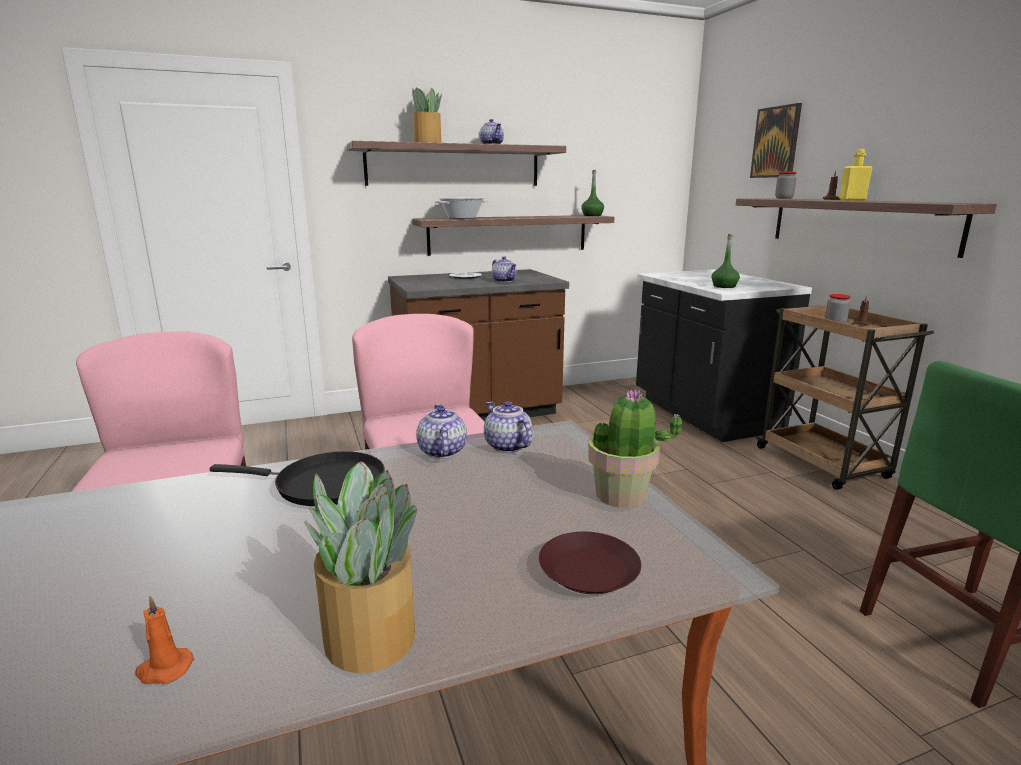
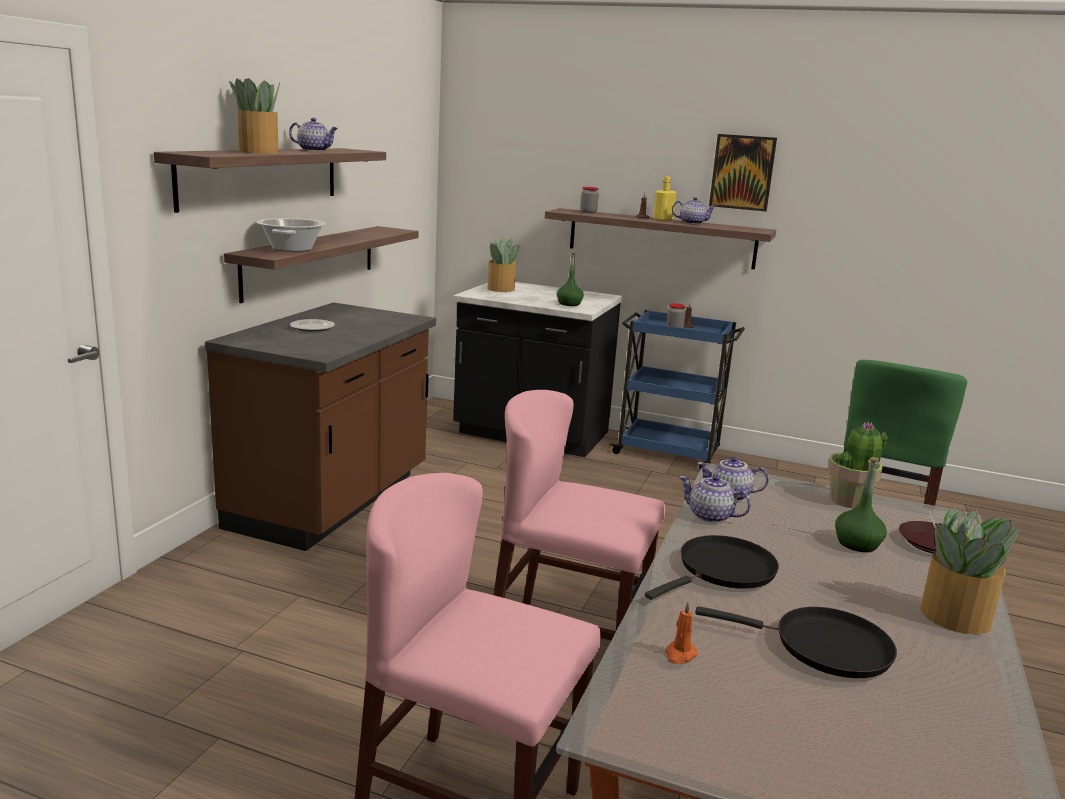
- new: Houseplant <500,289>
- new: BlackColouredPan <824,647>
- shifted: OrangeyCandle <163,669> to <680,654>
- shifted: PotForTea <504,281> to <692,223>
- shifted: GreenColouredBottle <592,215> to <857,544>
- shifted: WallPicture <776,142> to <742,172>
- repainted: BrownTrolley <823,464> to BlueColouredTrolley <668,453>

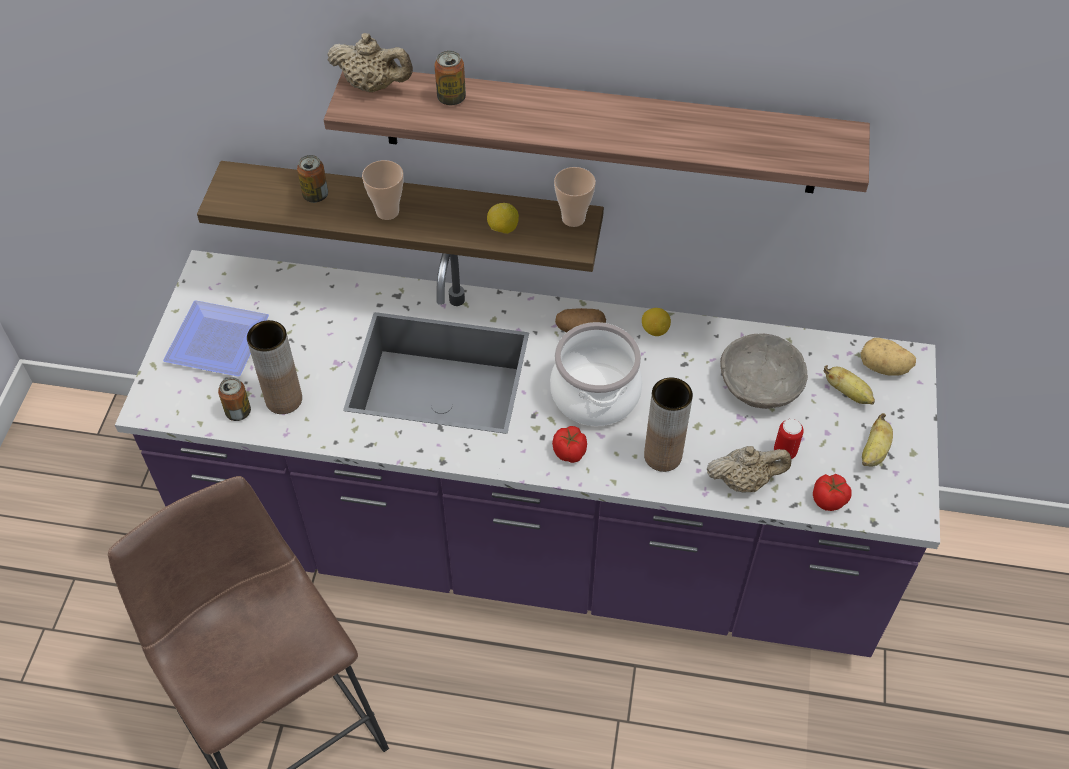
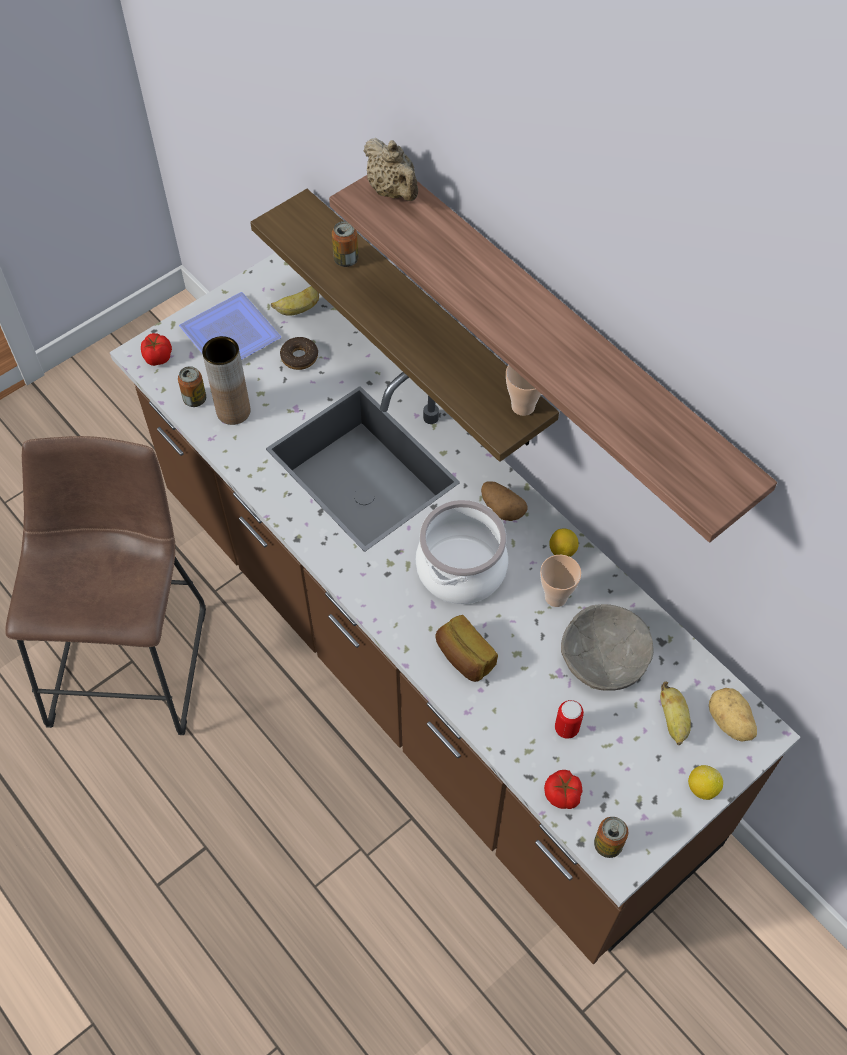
- gone: SandColouredPotForTea <744,481>
- new: Donut <299,357>
- shifted: DrinkingCup <387,211> to <556,597>
- shifted: Can <451,98> to <608,844>
- shifted: Lemon <503,229> to <702,788>
- shifted: Tomato <570,452> to <157,358>
- shifted: Banana <874,452> to <298,310>
- swapped: BrownFlowerVase <662,456> to Bread <464,657>
- repainted: PurplishCounter <534,544> to BrownCounter <423,665>

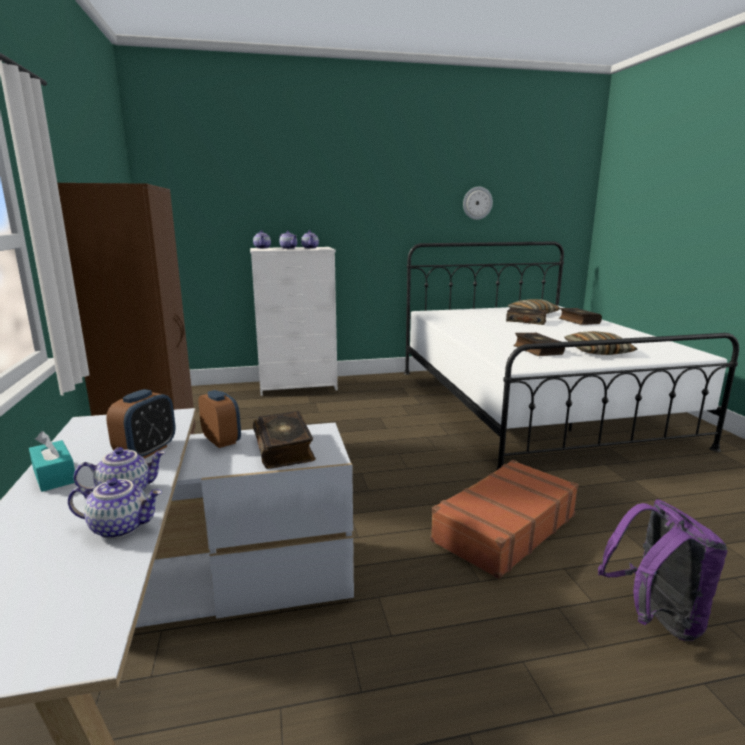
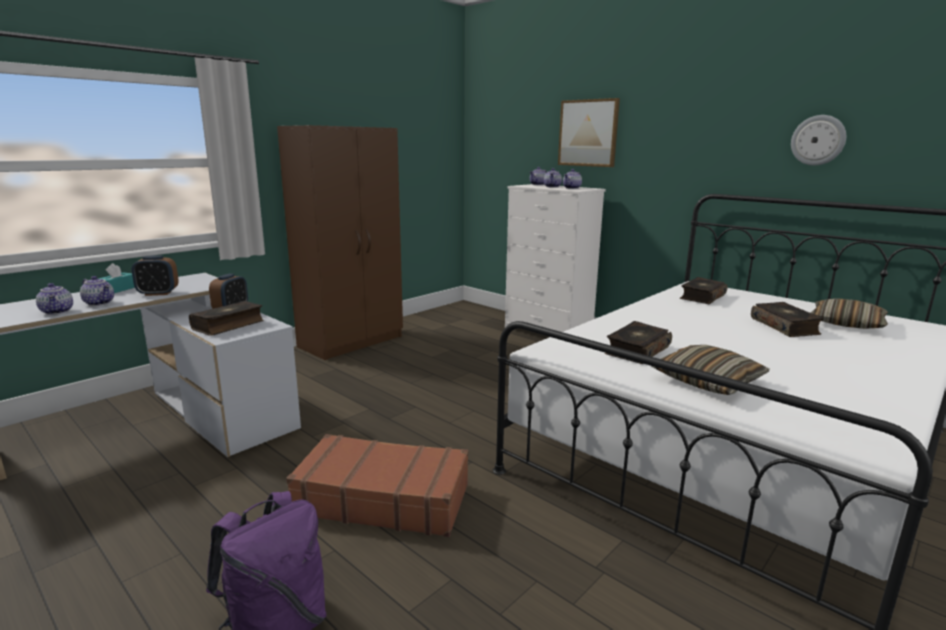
- new: WallPicture <588,133>
- shifted: BoundBook <578,321> to <701,297>

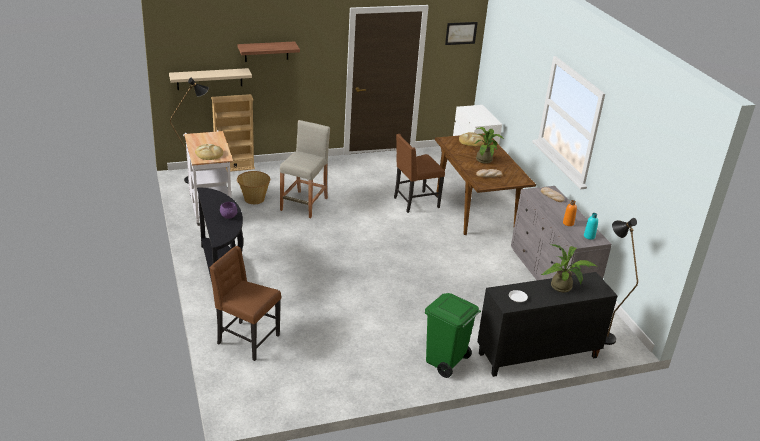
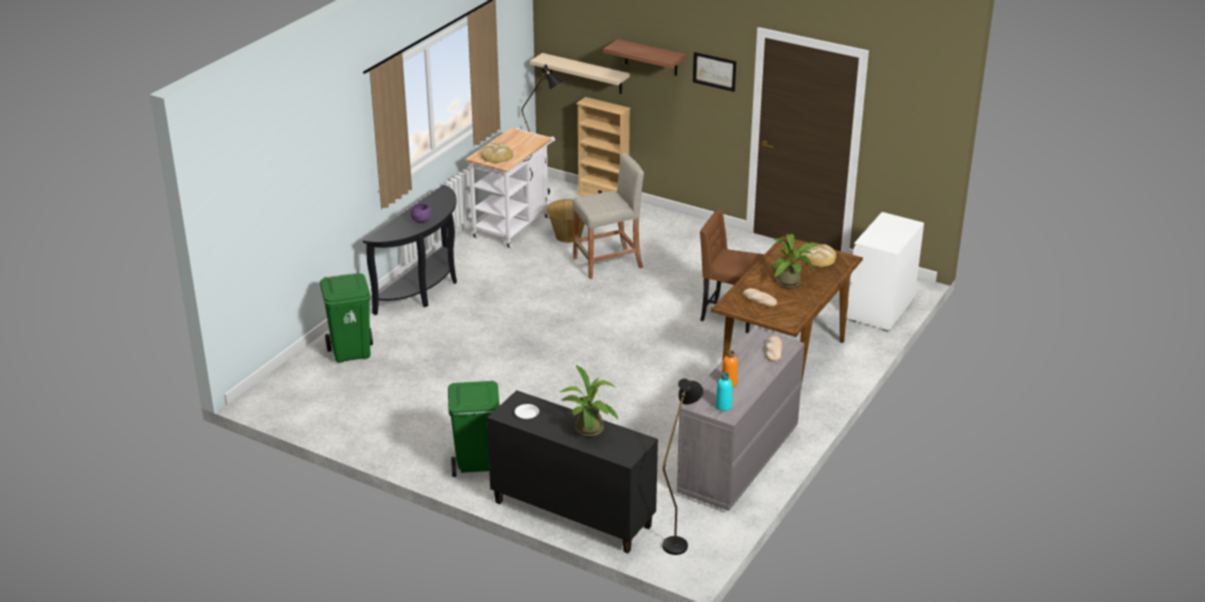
- shifted: WallPicture <461,33> to <714,71>
- swapped: BrownPlainChair <246,340> to GreenColouredWasteBin <351,352>

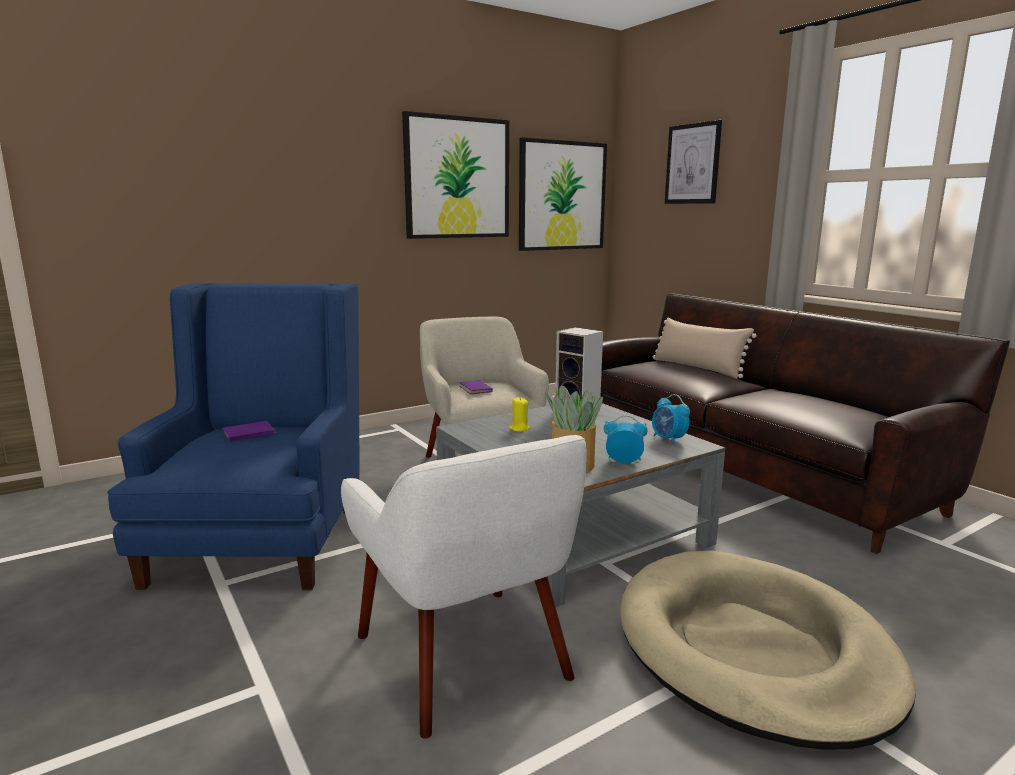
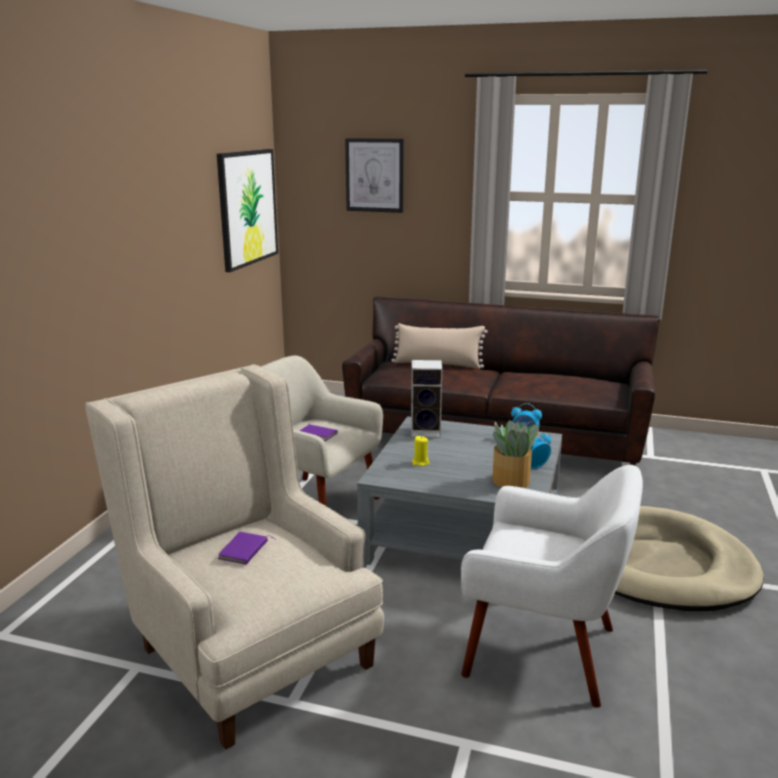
- gone: WallPicture <457,178>
- repainted: BlueColouredLoungeChair <264,535> to SandColouredLoungeChair <246,647>

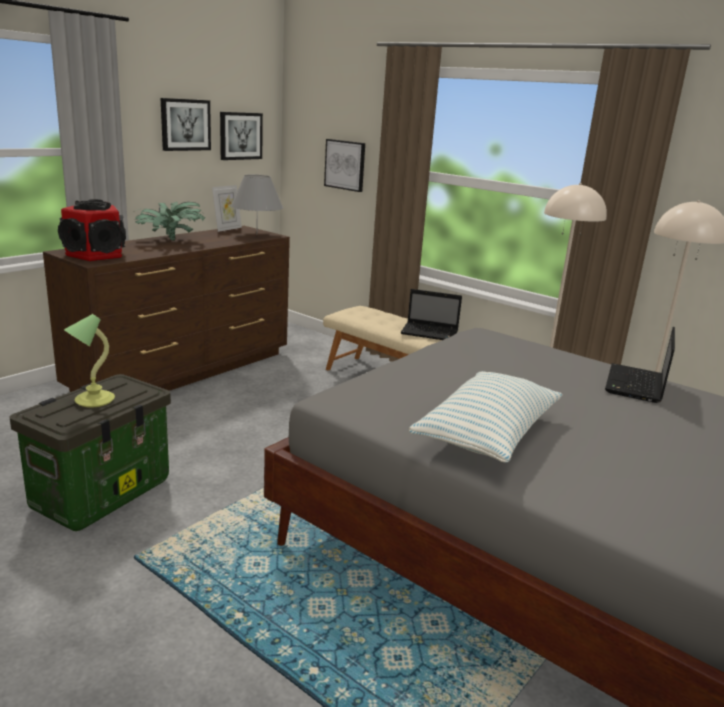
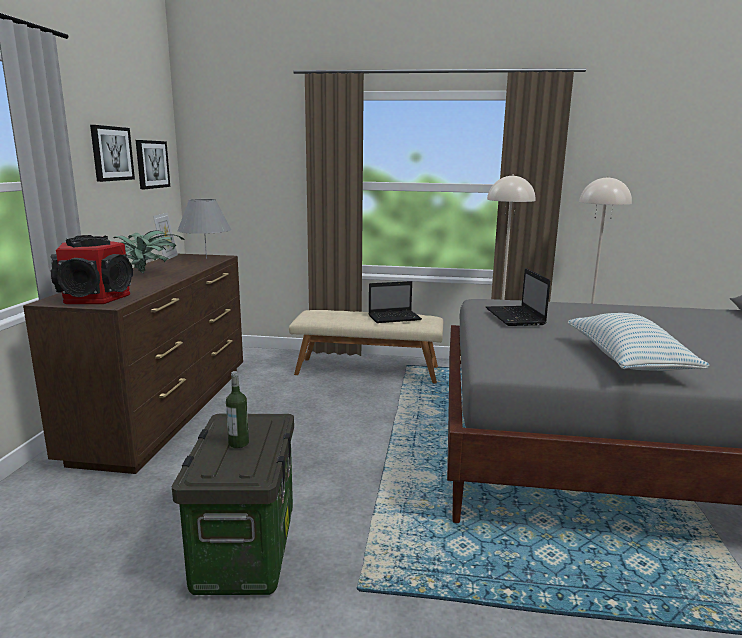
- gone: WallPicture <345,165>
- shifted: Laptop <635,385> to <515,317>
- swapped: TabletopLamp <93,400> to Bottle <238,443>

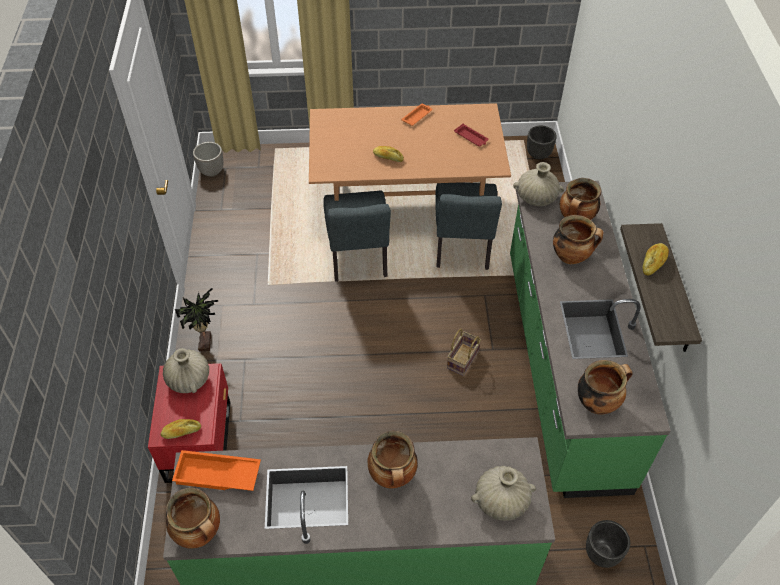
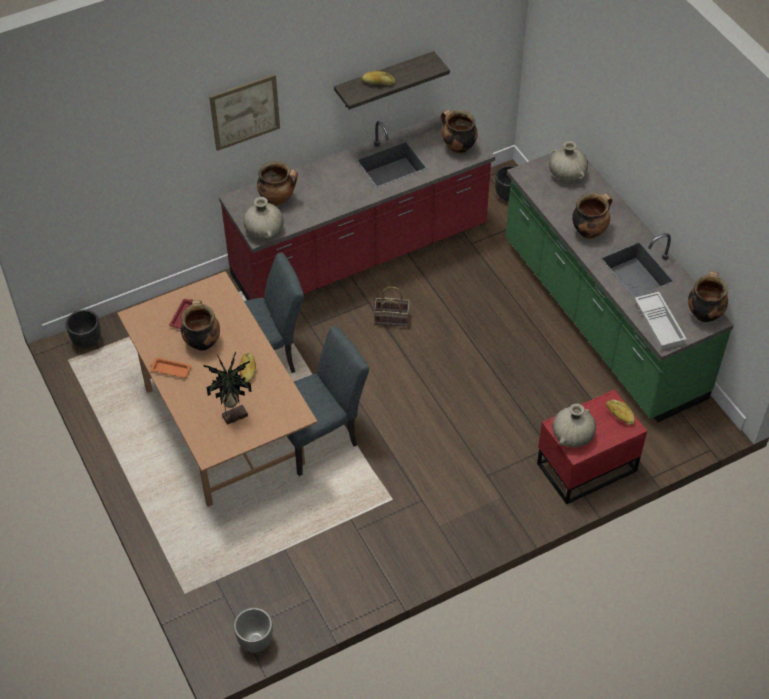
- new: WallPicture <245,112>
- shifted: Houseplant <206,342> to <233,415>
- shifted: Saucepot <571,257> to <202,342>
- repainted: OrangeyCarryingTray <217,476> to WhiteColouredCarryingTray <660,324>
- repainted: GreenColouredCounter <562,366> to RedColouredCounter <360,253>

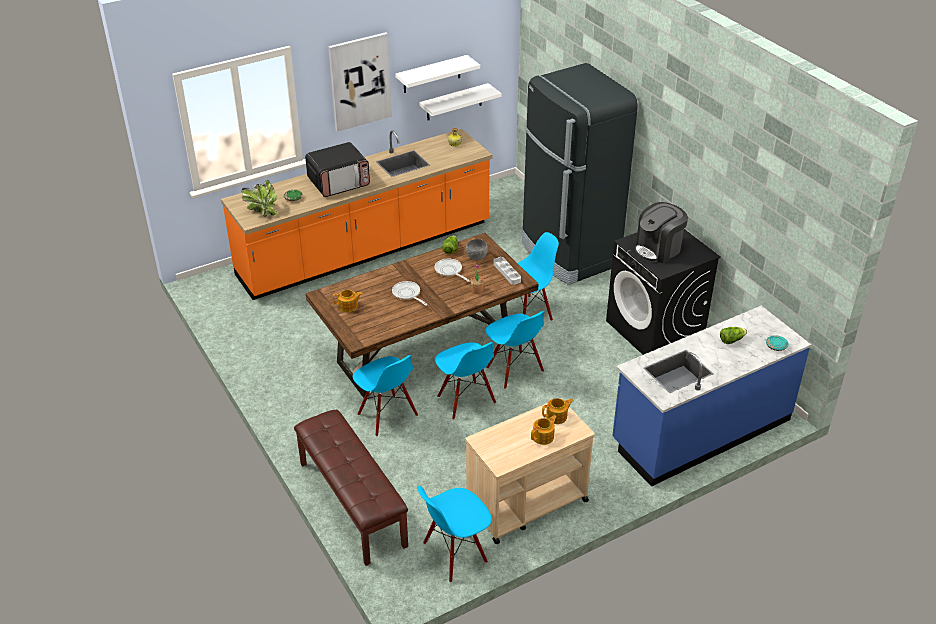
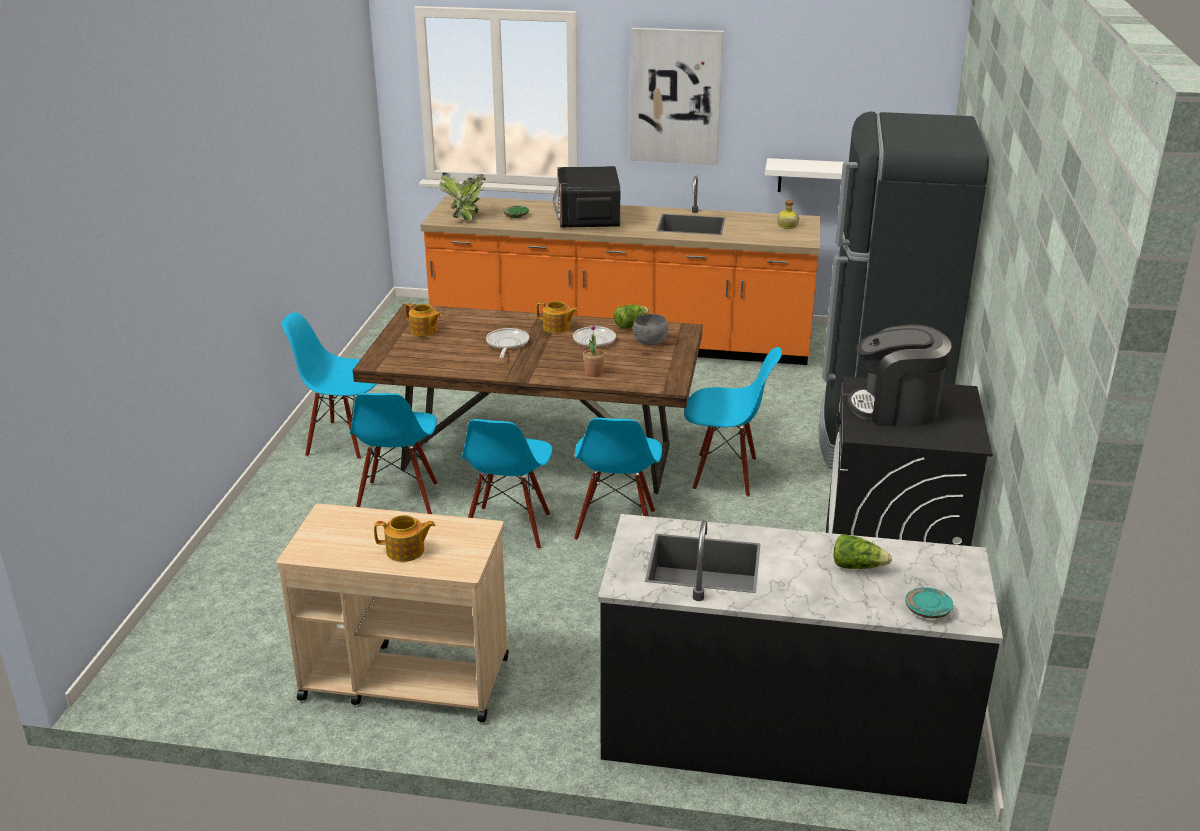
- gone: BrownLongSeat <351,504>
- gone: WhiteColouredWallShelf <432,74>
- gone: GrayCarryingTray <507,272>
- shifted: BlueColouredPlainChair <455,554> to <343,441>
- shifted: PotForTea <557,416> to <557,328>
- repainted: BlueColouredCounter <700,431> to BlackColouredCounter <782,733>
- rotated: Microwave <339,182> = <588,218> 75 degrees clockwise

